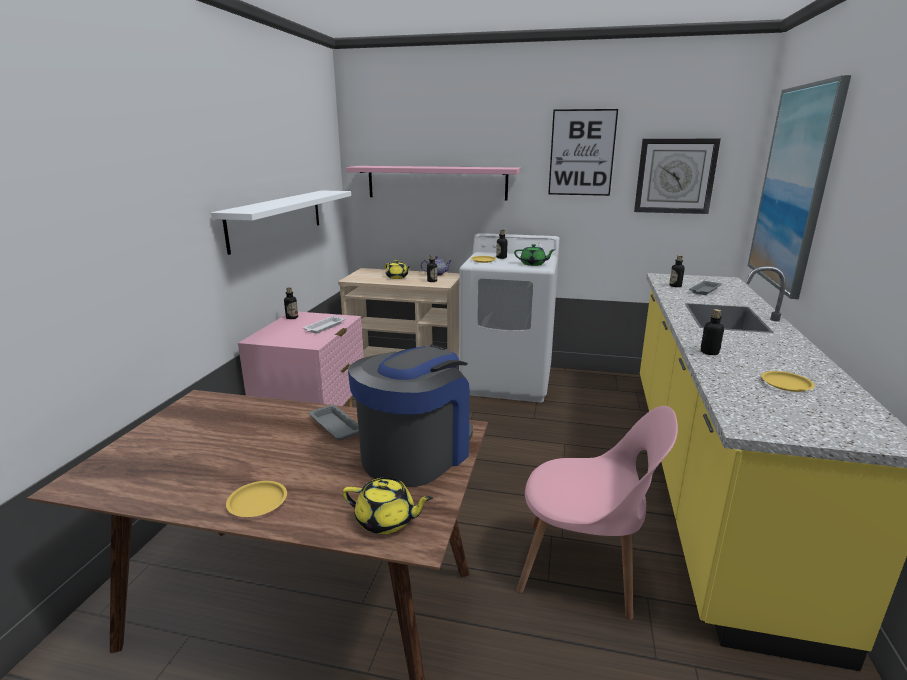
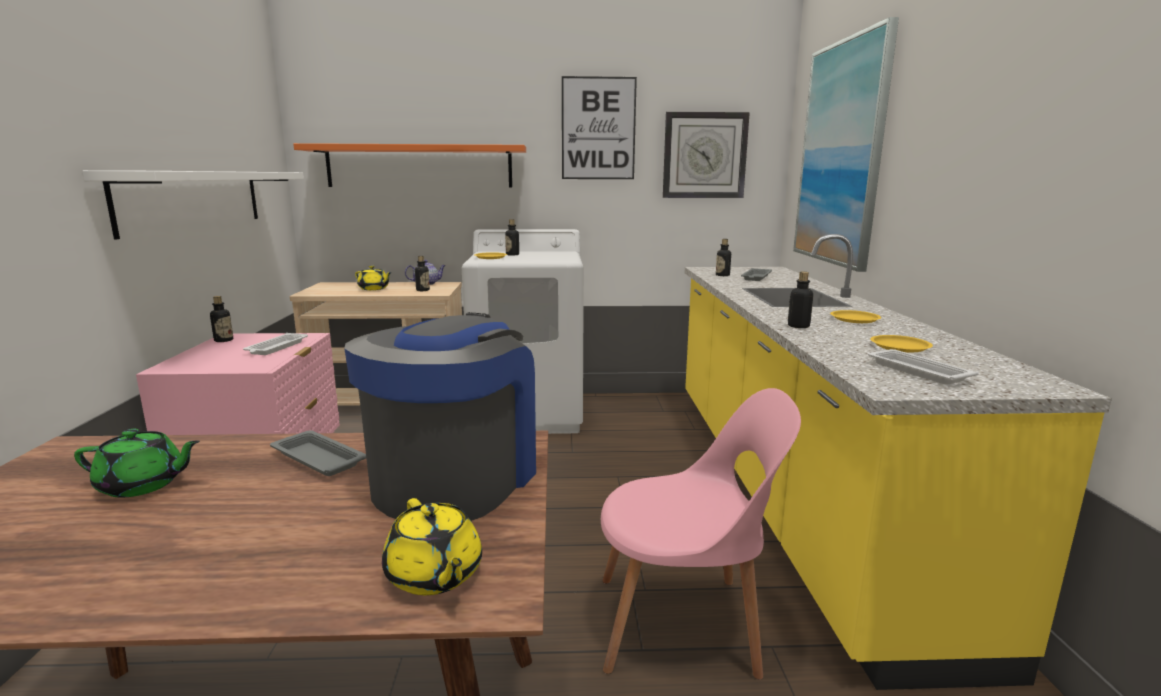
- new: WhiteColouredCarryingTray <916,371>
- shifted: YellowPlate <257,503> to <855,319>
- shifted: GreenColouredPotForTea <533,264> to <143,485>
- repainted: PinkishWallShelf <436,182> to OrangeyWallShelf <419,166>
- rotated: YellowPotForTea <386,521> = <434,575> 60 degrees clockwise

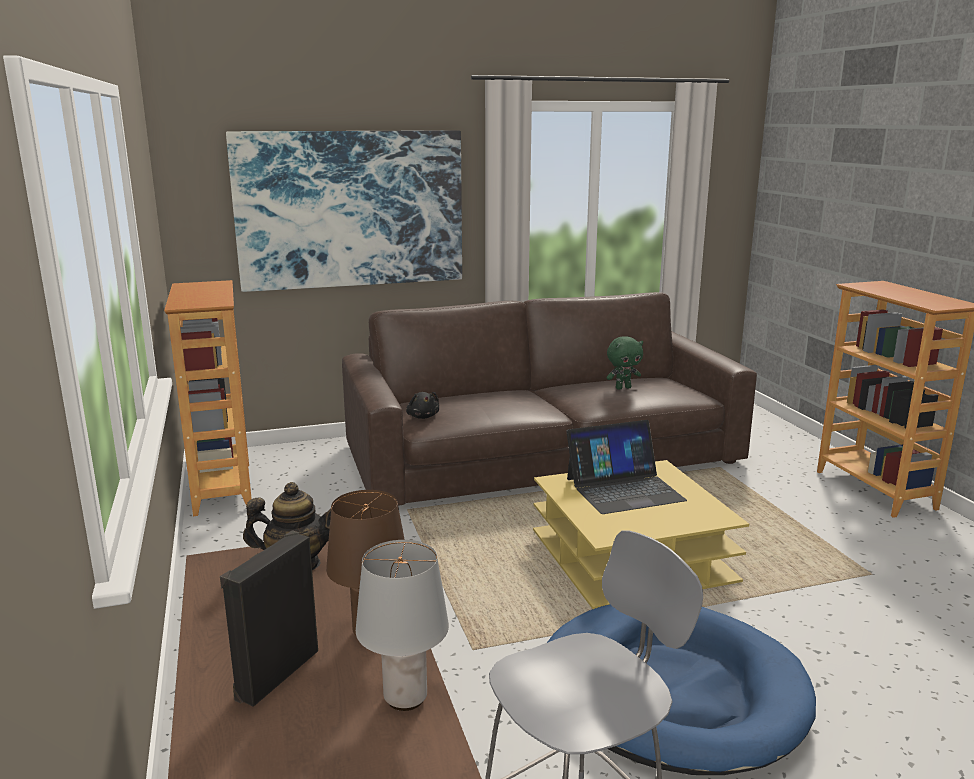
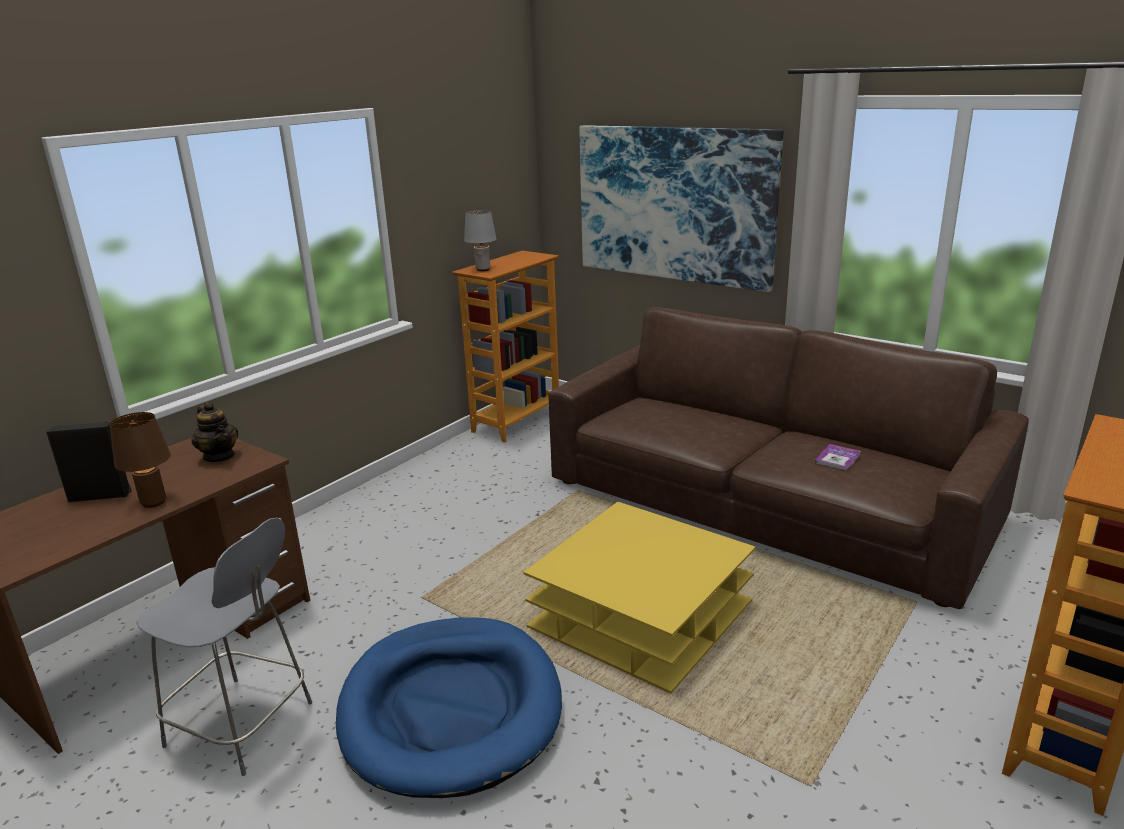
- gone: BlackColouredPlushToy <423,416>
- gone: Laptop <624,489>
- shifted: GrayTabletopLamp <406,698> to <483,269>
- swapped: GreenColouredPlushToy <623,388> to BoundBook <837,459>

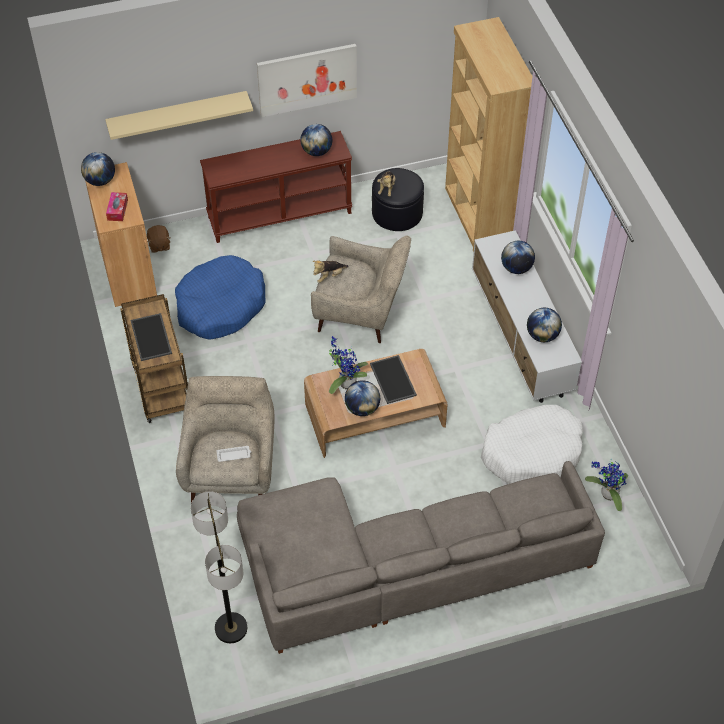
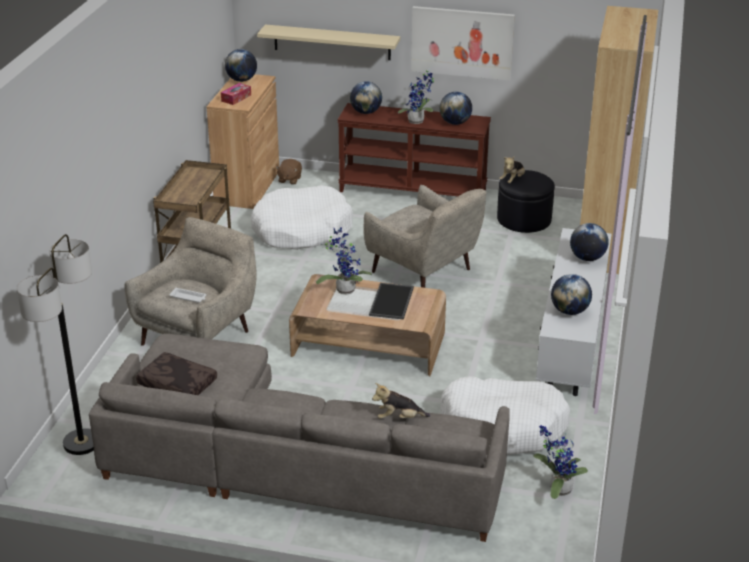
- gone: CarryingTray <152,337>
- new: BrownPillow <176,385>
- new: Houseplant <418,122>
- shifted: PlushToy <329,276> to <399,418>
- shifted: WorldGlobe <362,408> to <366,112>
- repainted: BlueColouredPetBed <220,306> to WhiteColouredPetBed <301,230>

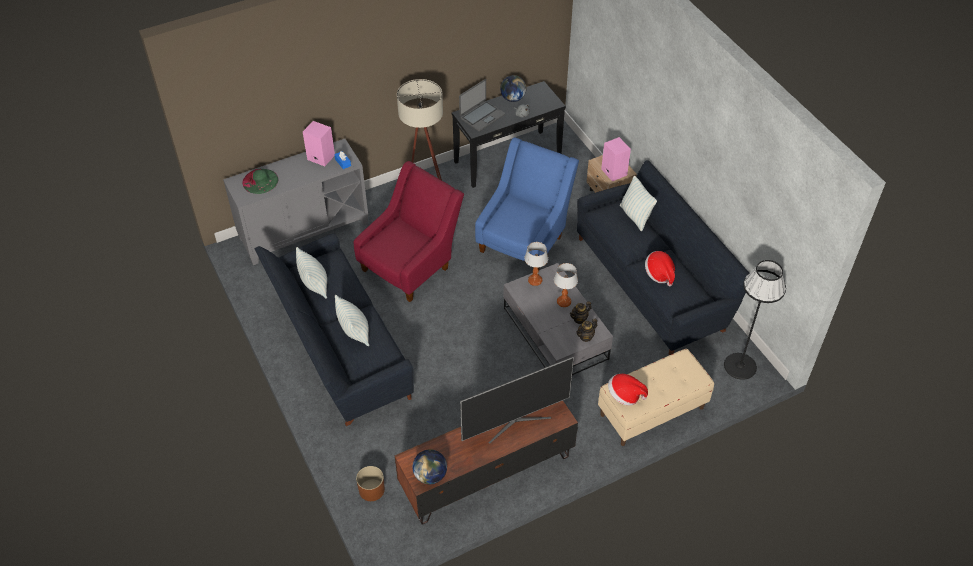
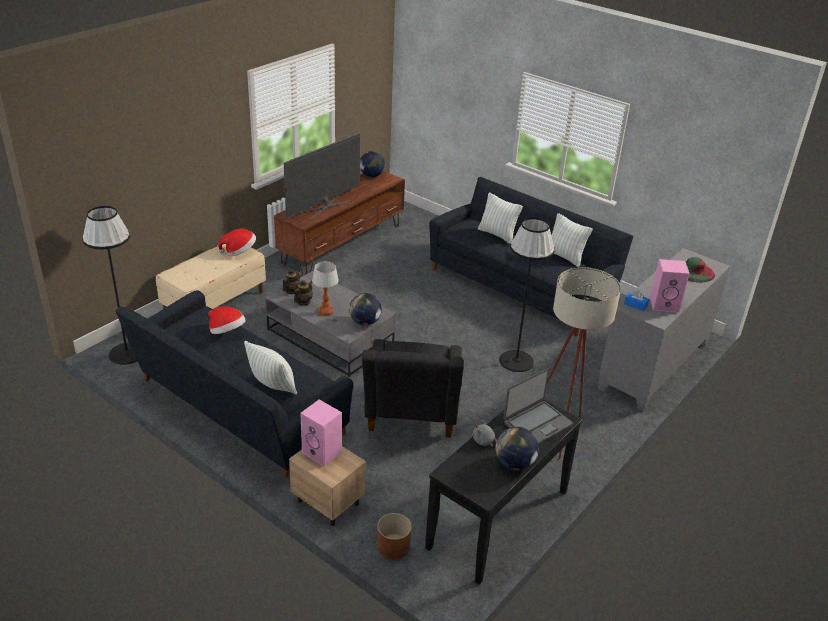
- shifted: BrownPlantPot <372,489> to <393,547>
- swapped: RedColouredLoungeChair <410,265> to BlackColouredFloorLamp <516,361>
- swapped: TabletopLamp <534,281> to WorldGlobe <365,322>
- repainted: BlueColouredLoungeChair <524,239> to BlackColouredLoungeChair <411,417>
- rotated: Laptop <482,116> = <537,423> 150 degrees counterclockwise

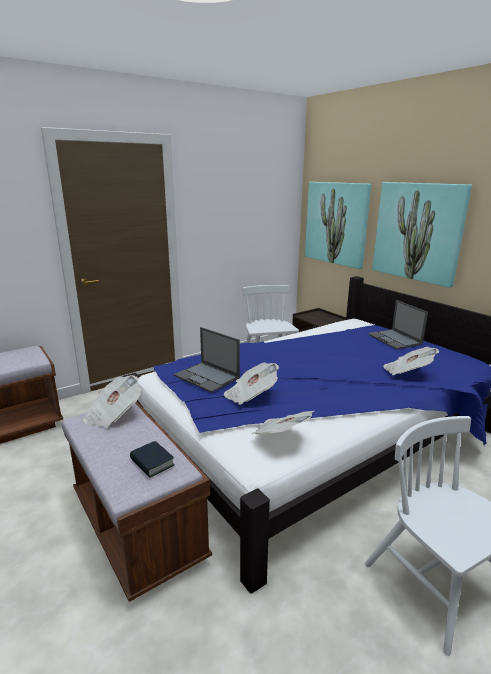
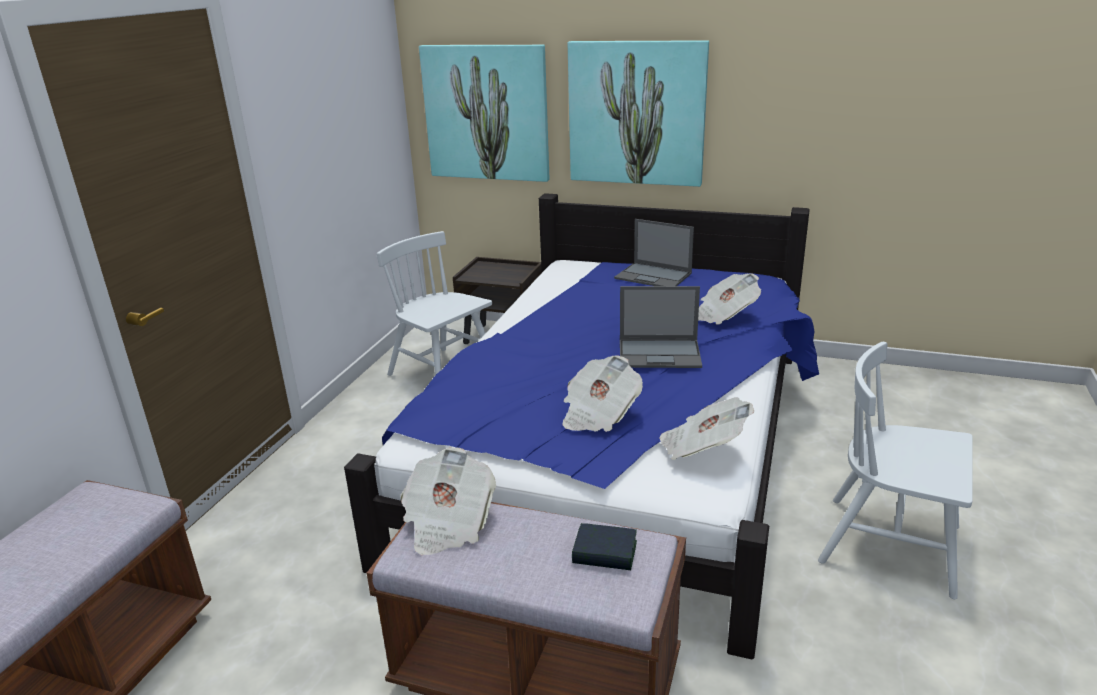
- shifted: Laptop <207,377> to <660,354>

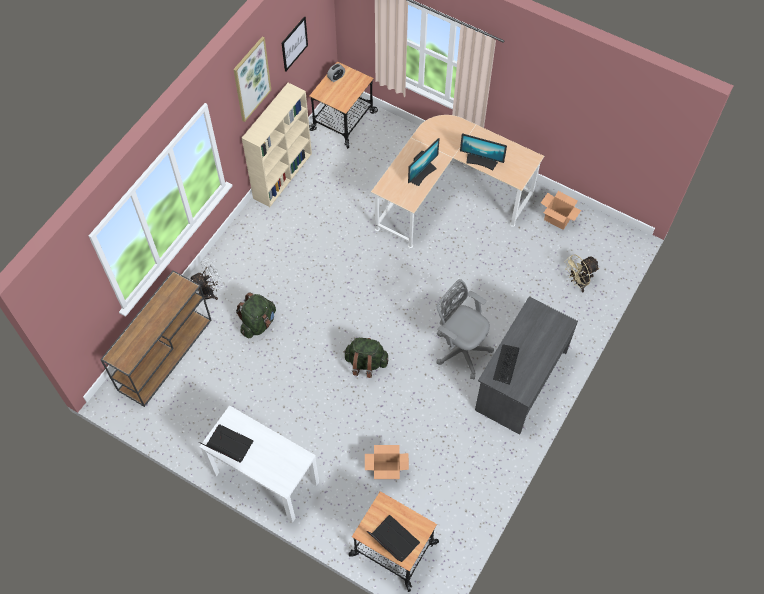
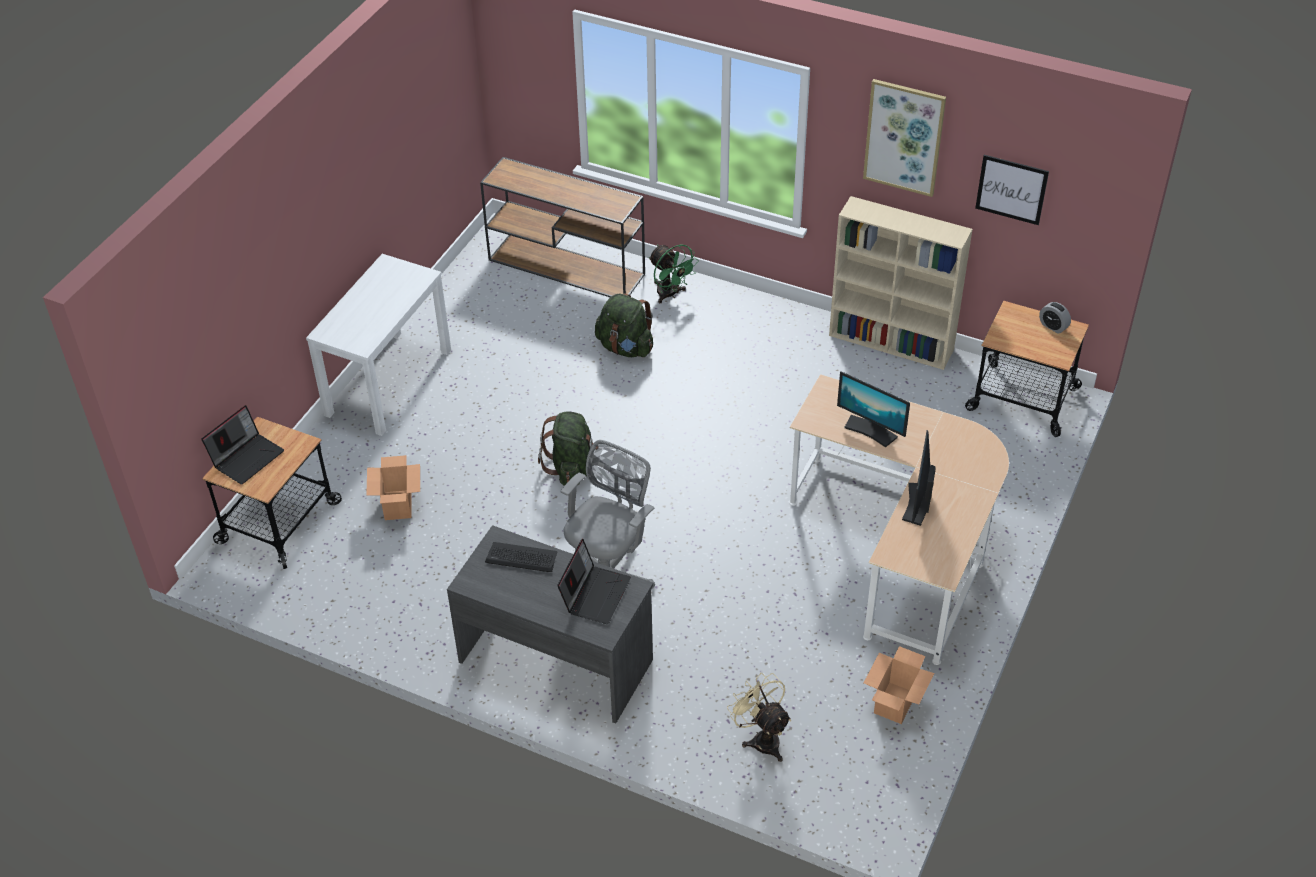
- shifted: Laptop <227,446> to <595,594>
- repainted: WhiteColouredCoolingFan <210,291> to GreenColouredCoolingFan <670,294>

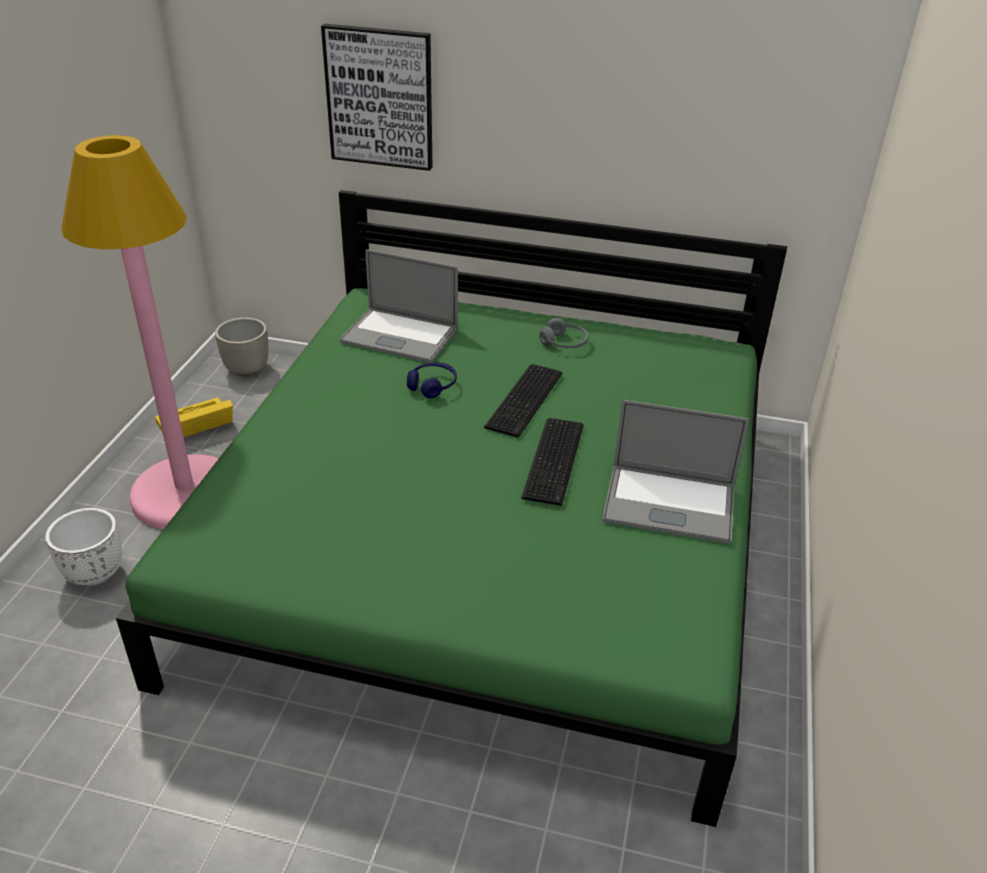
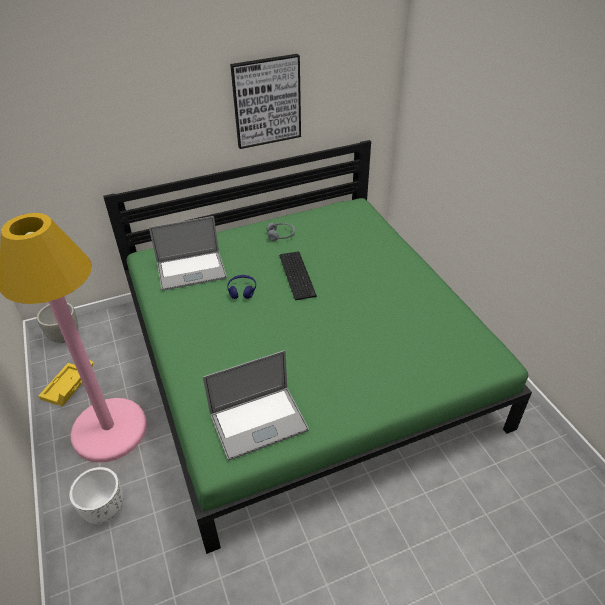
- gone: Keyboard <556,460>
- shifted: WallPicture <380,97> to <266,101>
- shifted: Laptop <669,504> to <258,422>

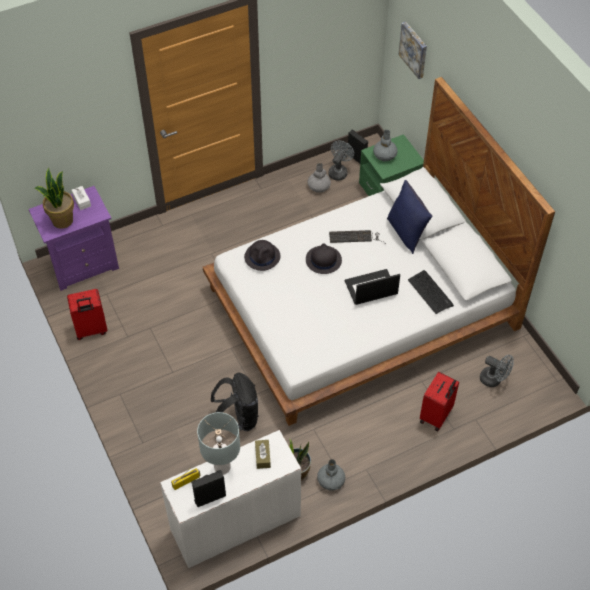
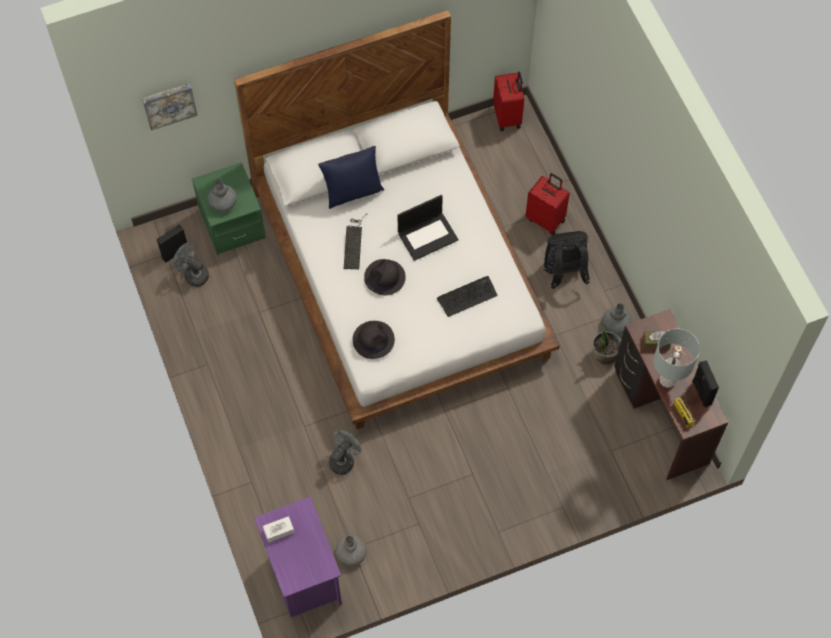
- gone: Houseplant <62,220>
- shifted: RedColouredPieceOfLuggage <91,330> to <508,117>
- shifted: BlackColouredBackpack <238,418> to <563,273>
- shifted: GrayFlowerVase <318,186> to <351,553>
- shifted: Keyboard <430,292> to <467,296>
- shifted: GrayCoolingFan <494,380> to <344,459>
- repainted: WhiteColouredDeskTable <234,521> to BrownDeskTable <659,417>
- rotated: Laptop <370,288> = <428,235> 105 degrees counterclockwise

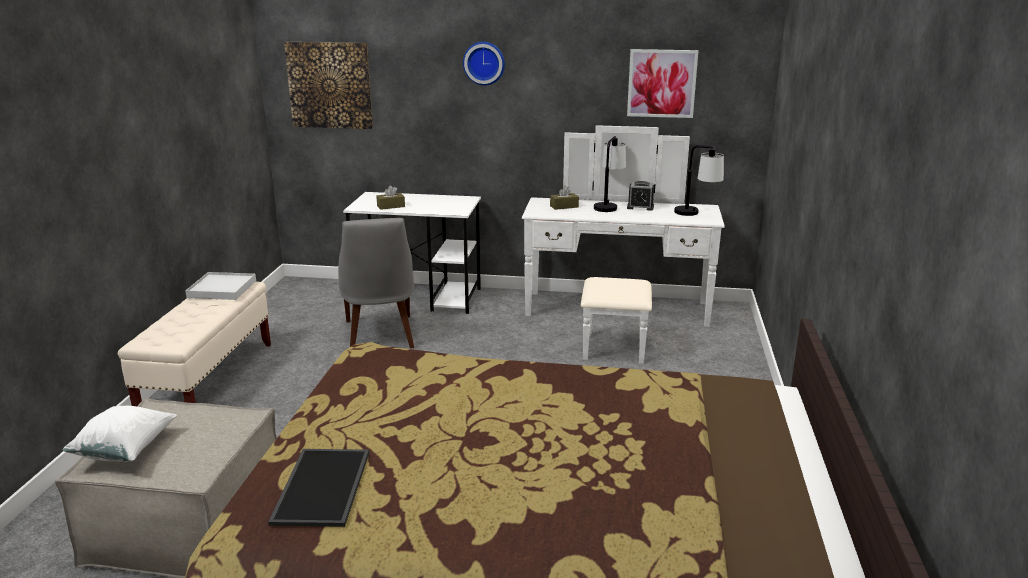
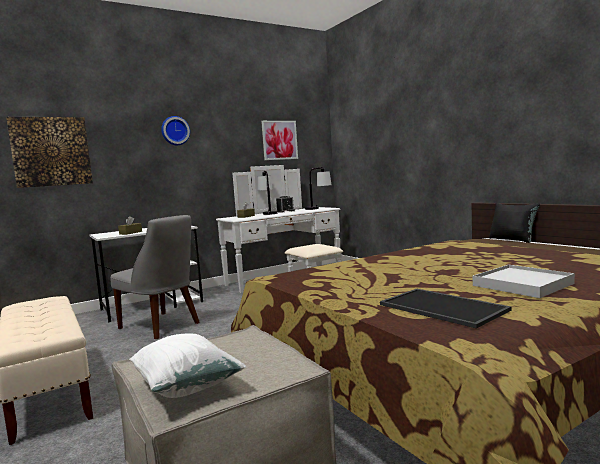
- new: BlackColouredPillow <512,240>
- shifted: WhiteColouredCarryingTray <222,289> to <522,284>

